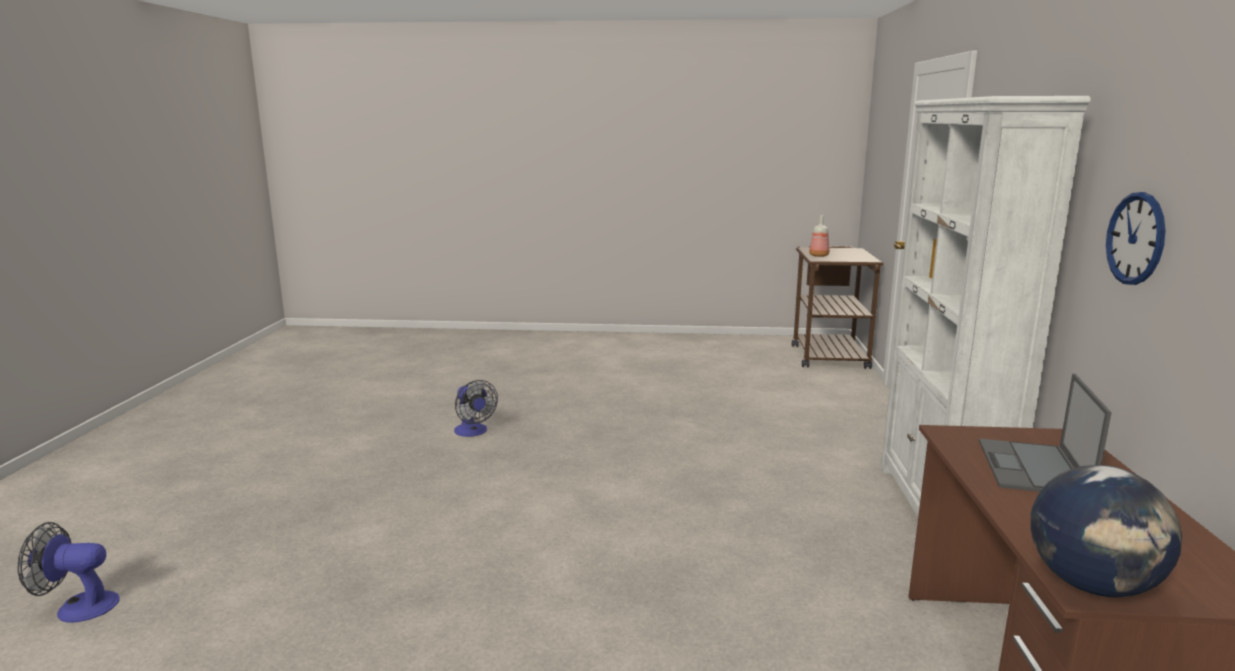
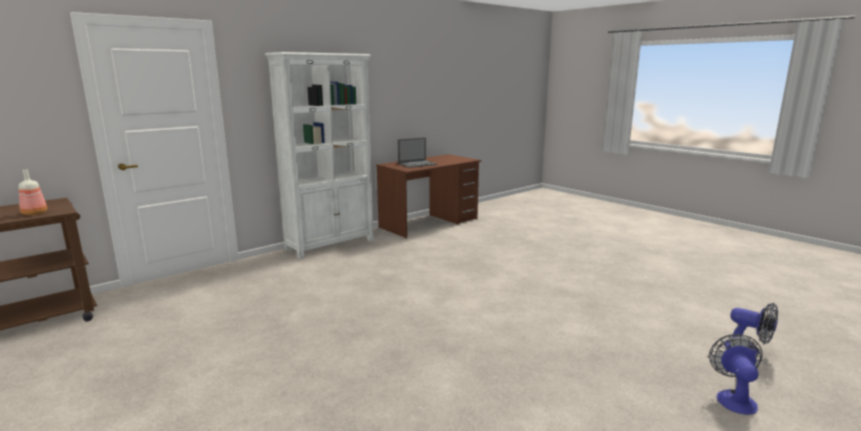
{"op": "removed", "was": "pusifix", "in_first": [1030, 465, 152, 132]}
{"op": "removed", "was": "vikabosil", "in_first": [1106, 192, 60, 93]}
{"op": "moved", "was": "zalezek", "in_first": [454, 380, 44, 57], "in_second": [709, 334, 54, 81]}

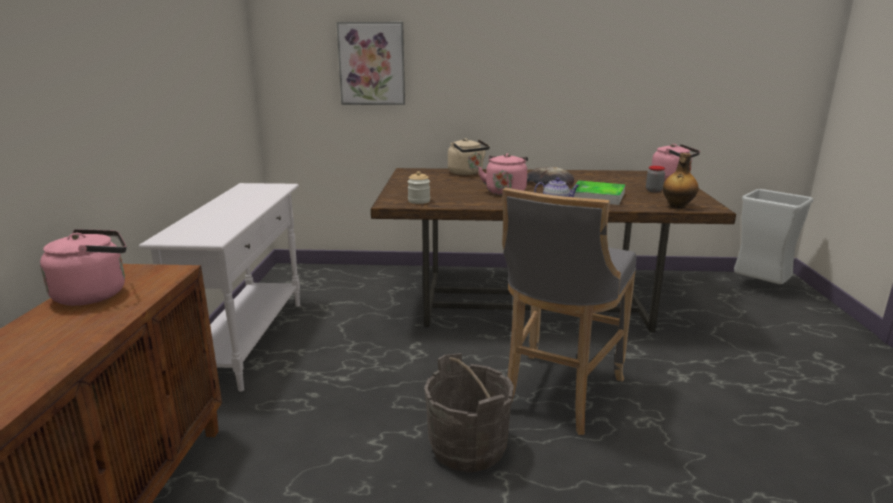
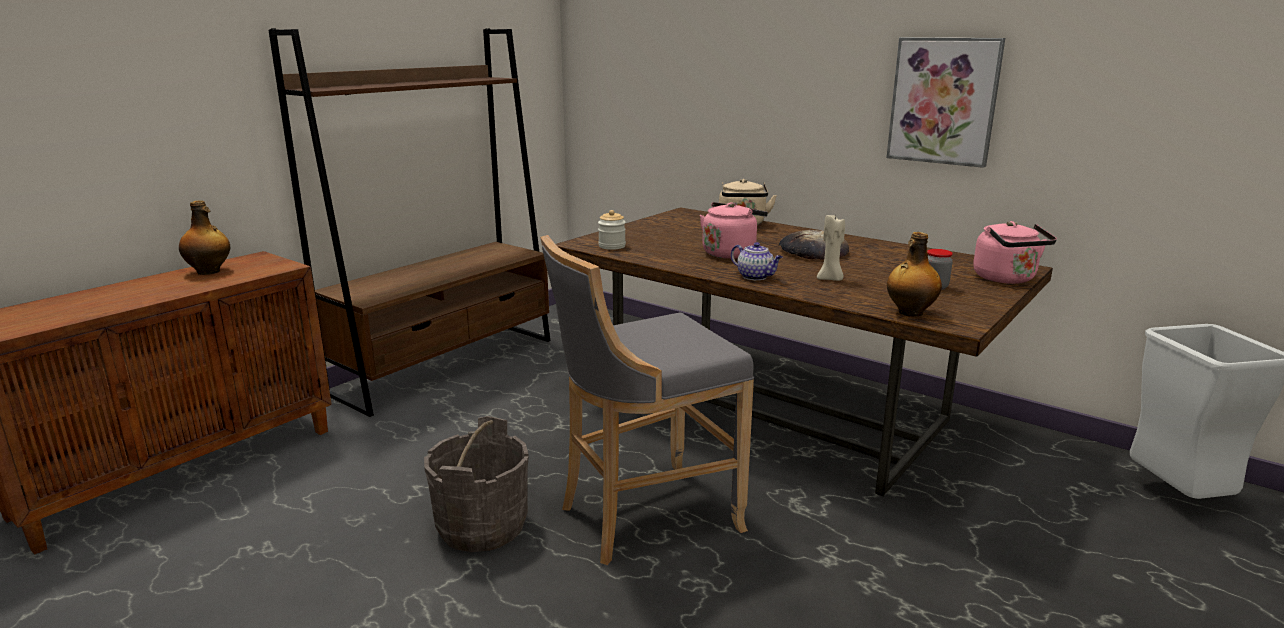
{"op": "moved", "was": "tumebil", "in_first": [336, 22, 69, 83], "in_second": [886, 37, 119, 131]}
{"op": "replaced", "was": "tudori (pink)", "now": "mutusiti", "in_first": [40, 229, 86, 77], "in_second": [179, 200, 51, 75]}
{"op": "replaced", "was": "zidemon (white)", "now": "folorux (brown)", "in_first": [139, 183, 161, 209], "in_second": [268, 29, 282, 388]}
{"op": "replaced", "was": "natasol", "now": "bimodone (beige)", "in_first": [572, 181, 53, 24], "in_second": [817, 215, 28, 66]}

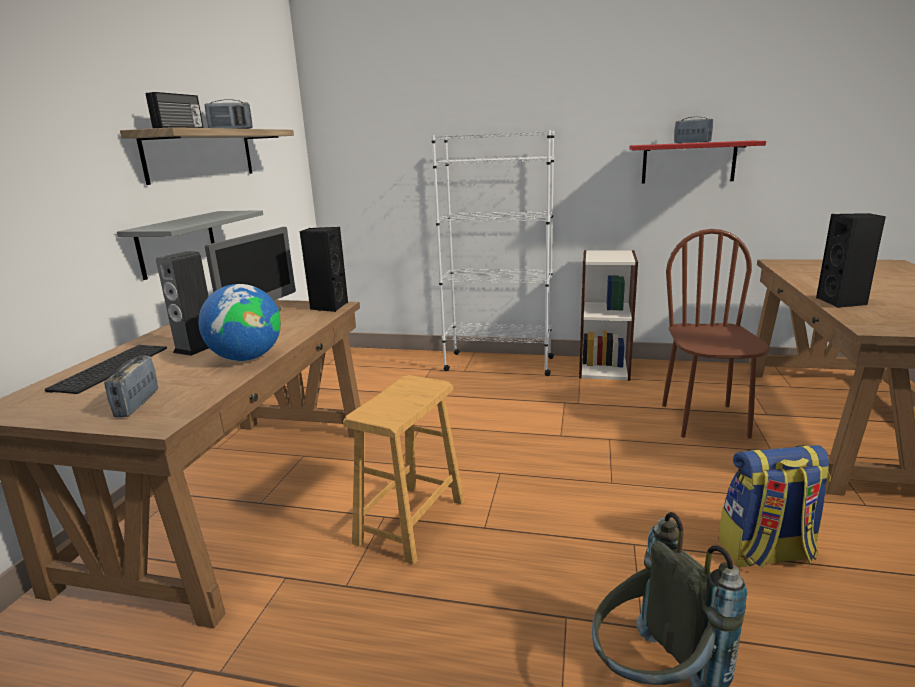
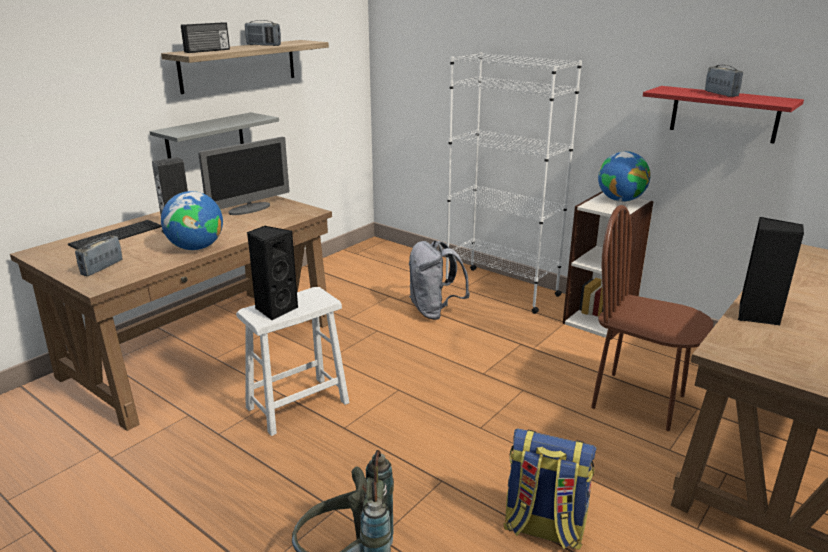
{"op": "added", "now": "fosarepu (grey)", "in_second": [409, 241, 61, 79]}
{"op": "added", "now": "pusifix", "in_second": [598, 151, 52, 51]}
{"op": "moved", "was": "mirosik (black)", "in_first": [300, 227, 48, 85], "in_second": [247, 225, 51, 96]}
{"op": "recoloured", "was": "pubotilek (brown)", "now": "pubotilek (white)", "in_first": [343, 375, 122, 190], "in_second": [236, 287, 113, 149]}
{"op": "turned", "was": "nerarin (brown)", "in_first": [662, 229, 107, 209], "in_second": [591, 205, 123, 226], "clockwise": -90}

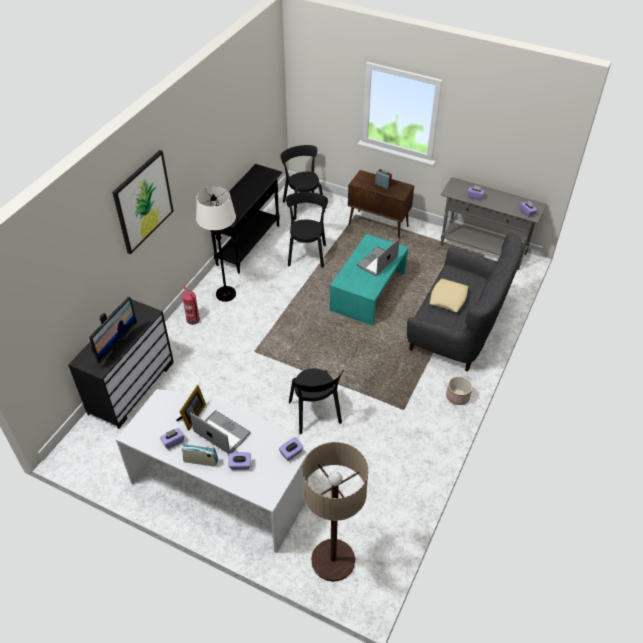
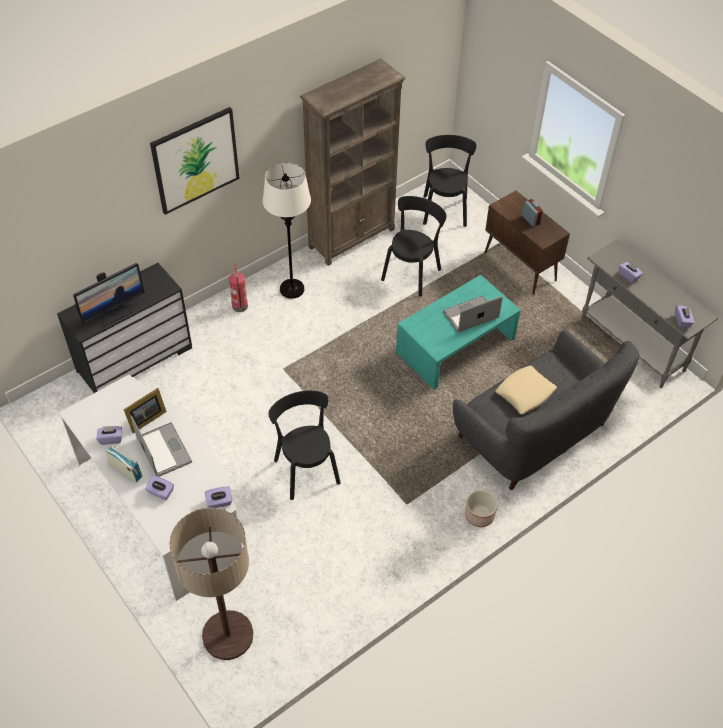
{"op": "replaced", "was": "zidemon (black)", "now": "folorux (brown)", "in_first": [211, 164, 71, 110], "in_second": [300, 58, 106, 208]}
{"op": "turned", "was": "nerarin (black)", "in_first": [289, 368, 55, 66], "in_second": [268, 391, 73, 109], "clockwise": 150}

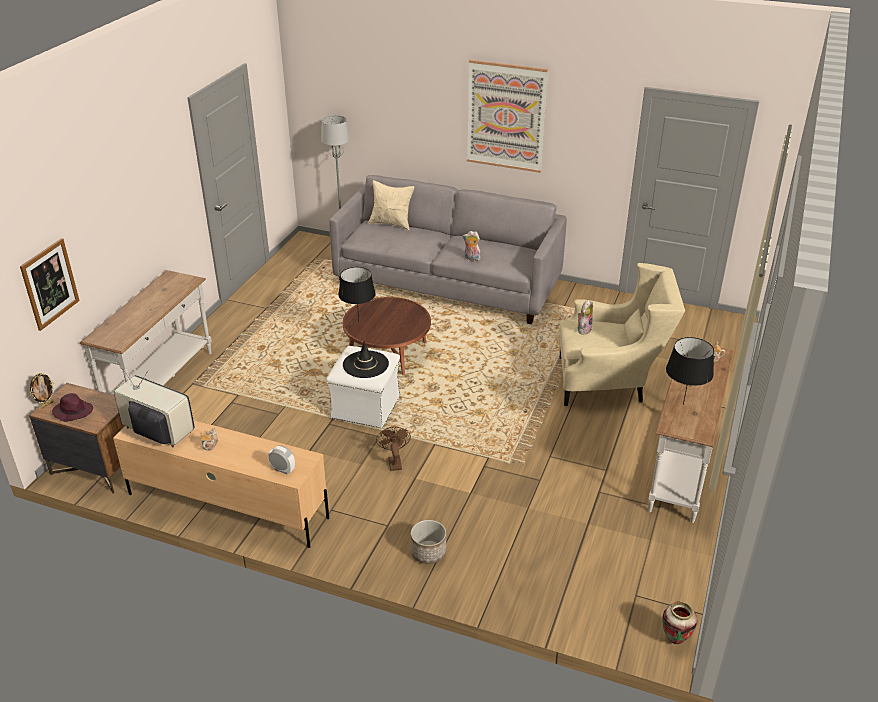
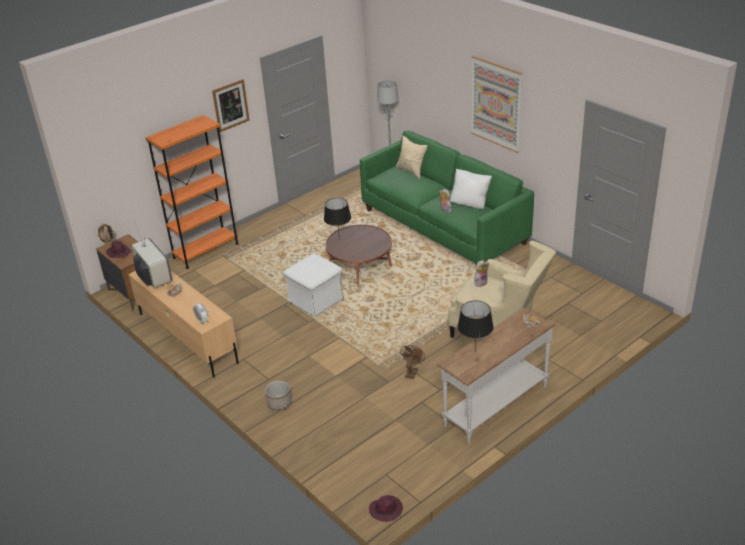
{"op": "removed", "was": "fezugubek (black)", "in_first": [343, 341, 46, 37]}
{"op": "added", "now": "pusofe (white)", "in_second": [450, 169, 42, 40]}
{"op": "moved", "was": "tumebil", "in_first": [20, 238, 60, 93], "in_second": [212, 79, 38, 53]}
{"op": "moved", "was": "zalezek (brown)", "in_first": [376, 426, 35, 45], "in_second": [400, 345, 25, 34]}
{"op": "replaced", "was": "zidemon (white)", "now": "folorux (orange)", "in_first": [80, 270, 132, 125], "in_second": [145, 115, 94, 154]}
{"op": "replaced", "was": "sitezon", "now": "fezugubek (purple)", "in_first": [662, 601, 36, 43], "in_second": [369, 495, 34, 27]}
{"op": "recoloured", "was": "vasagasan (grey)", "now": "vasagasan (green)", "in_first": [329, 175, 238, 149], "in_second": [360, 131, 174, 140]}

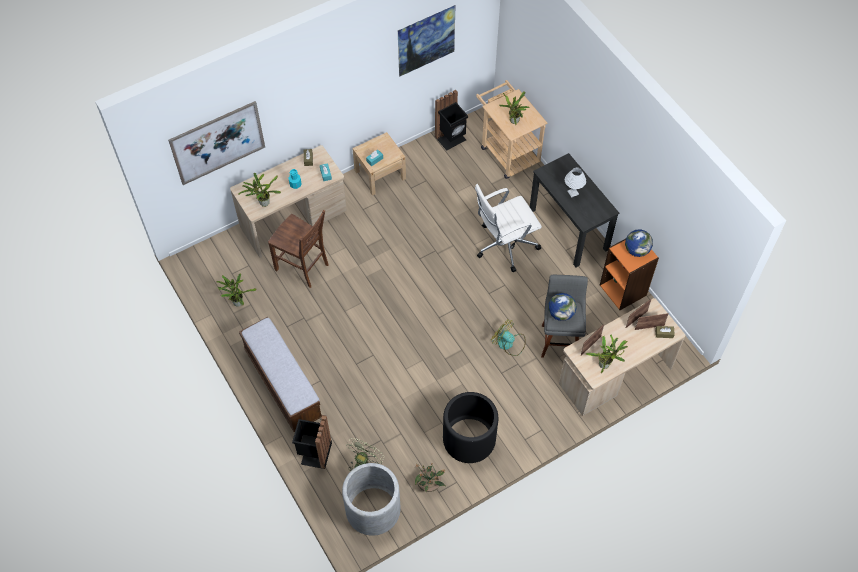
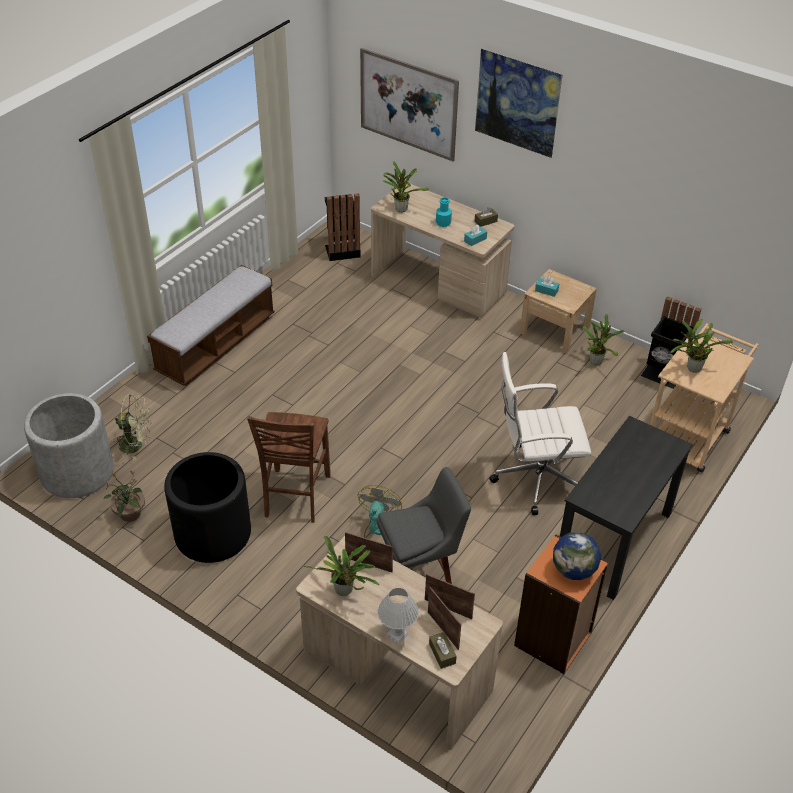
{"op": "removed", "was": "pusifix", "in_first": [548, 293, 29, 28]}
{"op": "moved", "was": "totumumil", "in_first": [217, 273, 39, 34], "in_second": [583, 314, 41, 51]}
{"op": "moved", "was": "nerarin (brown)", "in_first": [268, 210, 61, 78], "in_second": [247, 412, 84, 111]}
{"op": "moved", "was": "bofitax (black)", "in_first": [292, 415, 40, 54], "in_second": [325, 193, 35, 68]}
{"op": "moved", "was": "tumebil", "in_first": [398, 5, 57, 72], "in_second": [475, 49, 87, 109]}
{"op": "moved", "was": "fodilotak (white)", "in_first": [565, 168, 21, 30], "in_second": [377, 588, 42, 57]}
{"op": "turned", "was": "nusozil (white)", "in_first": [475, 184, 67, 88], "in_second": [489, 352, 103, 163], "clockwise": -45}

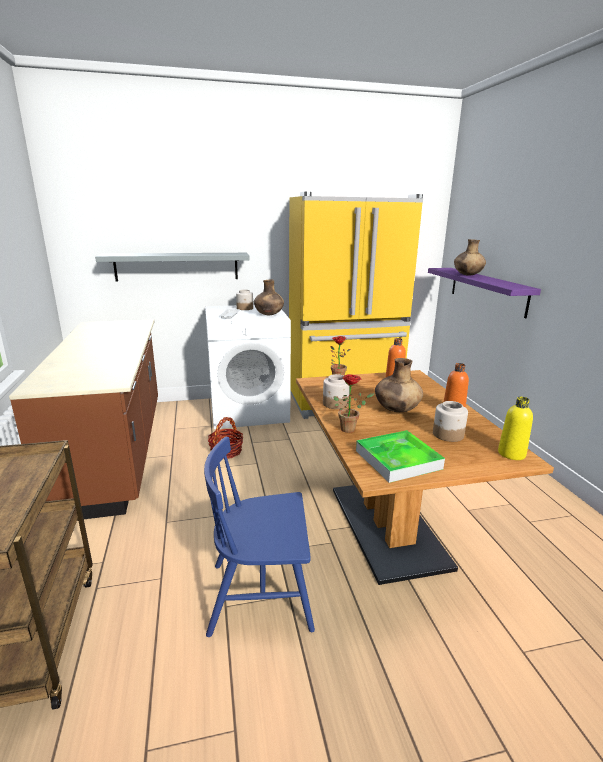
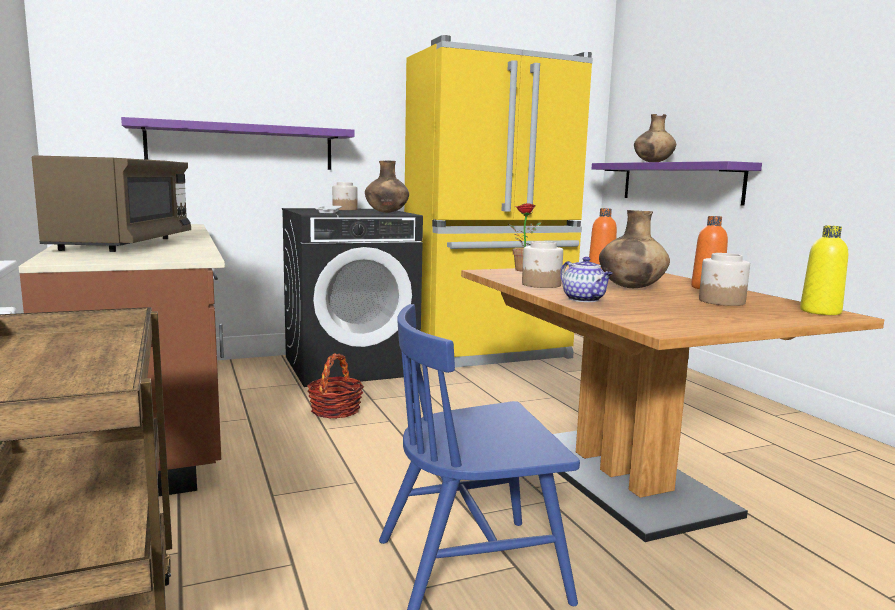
{"op": "removed", "was": "natasol", "in_first": [356, 430, 89, 53]}
{"op": "added", "now": "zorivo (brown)", "in_second": [32, 155, 159, 97]}
{"op": "replaced", "was": "totumumil", "now": "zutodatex", "in_first": [334, 374, 41, 59], "in_second": [560, 257, 53, 45]}
{"op": "recoloured", "was": "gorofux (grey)", "now": "gorofux (purple)", "in_first": [95, 253, 155, 28], "in_second": [121, 117, 234, 53]}
{"op": "recoloured", "was": "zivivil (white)", "now": "zivivil (black)", "in_first": [205, 305, 86, 124], "in_second": [282, 208, 141, 179]}

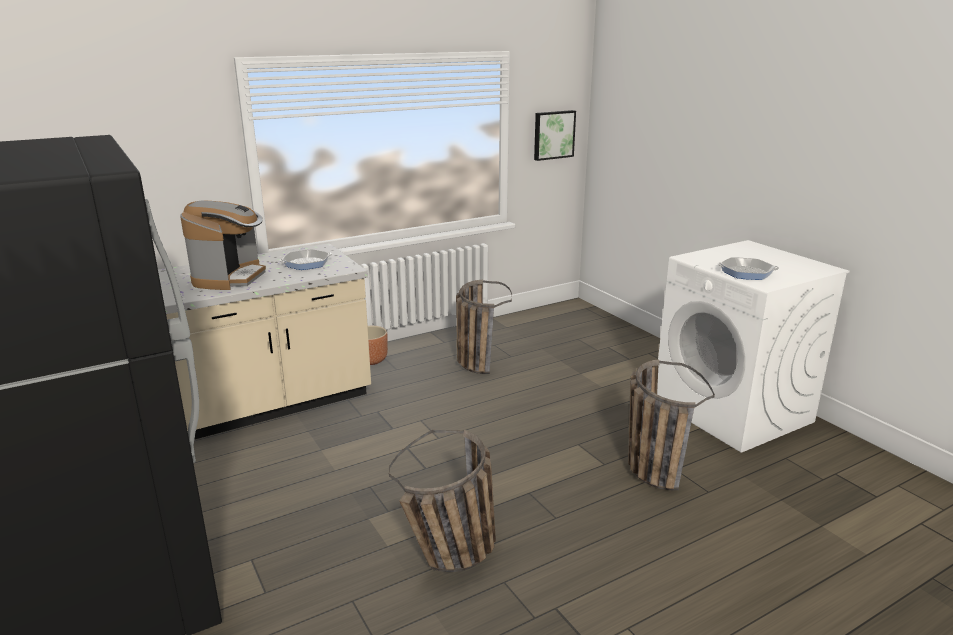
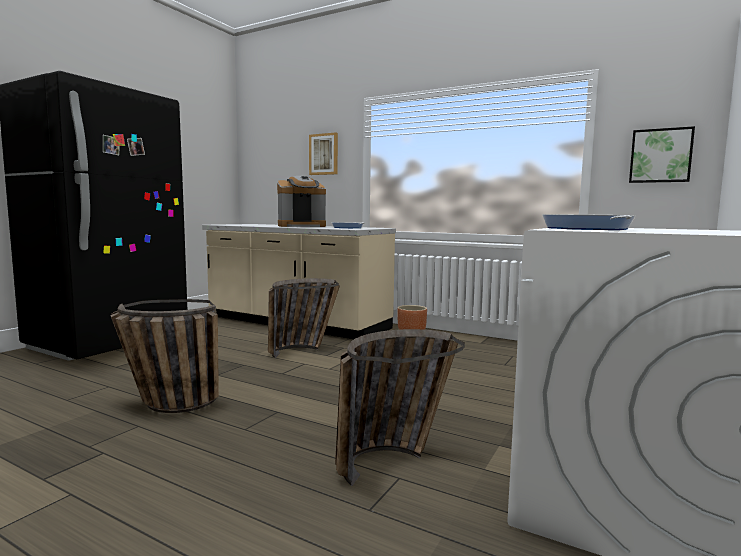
{"op": "added", "now": "tumebil", "in_second": [309, 132, 29, 43]}
{"op": "moved", "was": "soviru", "in_first": [456, 280, 56, 94], "in_second": [268, 278, 72, 80]}

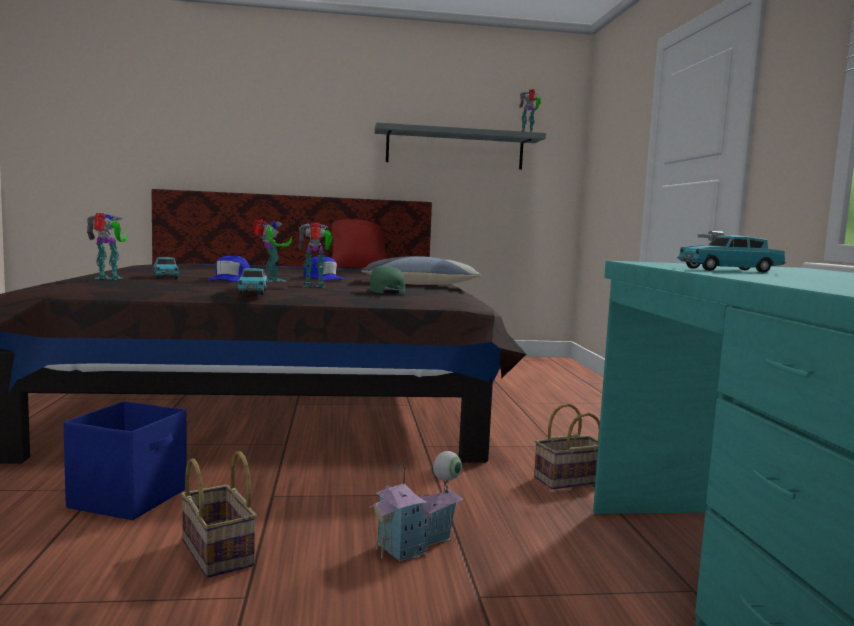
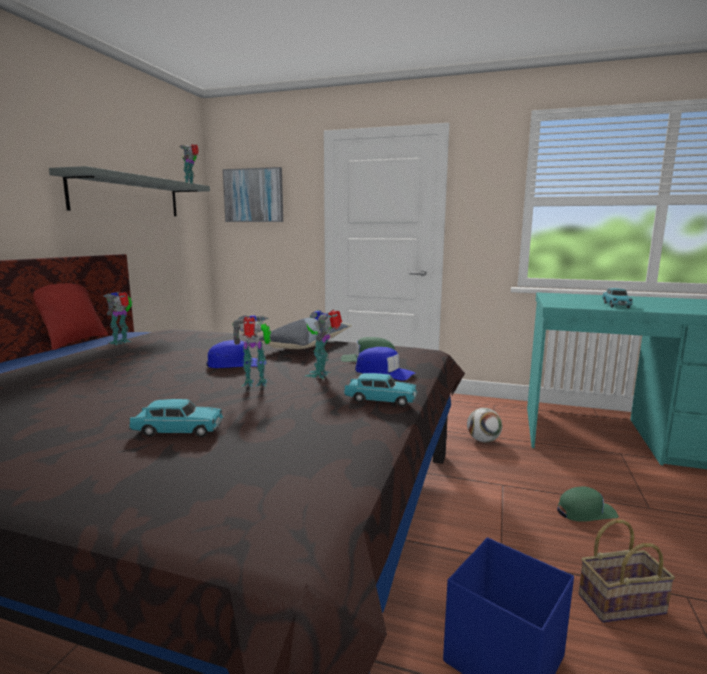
{"op": "added", "now": "tumebil", "in_second": [223, 167, 60, 55]}
{"op": "moved", "was": "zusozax", "in_first": [86, 213, 41, 67], "in_second": [103, 292, 29, 53]}
{"op": "moved", "was": "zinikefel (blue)", "in_first": [208, 256, 42, 26], "in_second": [355, 347, 60, 34]}
{"op": "replaced", "was": "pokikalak", "now": "zinikefel (green)", "in_first": [369, 451, 94, 110], "in_second": [557, 486, 62, 36]}
{"op": "replaced", "was": "soviru", "now": "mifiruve", "in_first": [534, 403, 66, 87], "in_second": [467, 408, 35, 34]}

